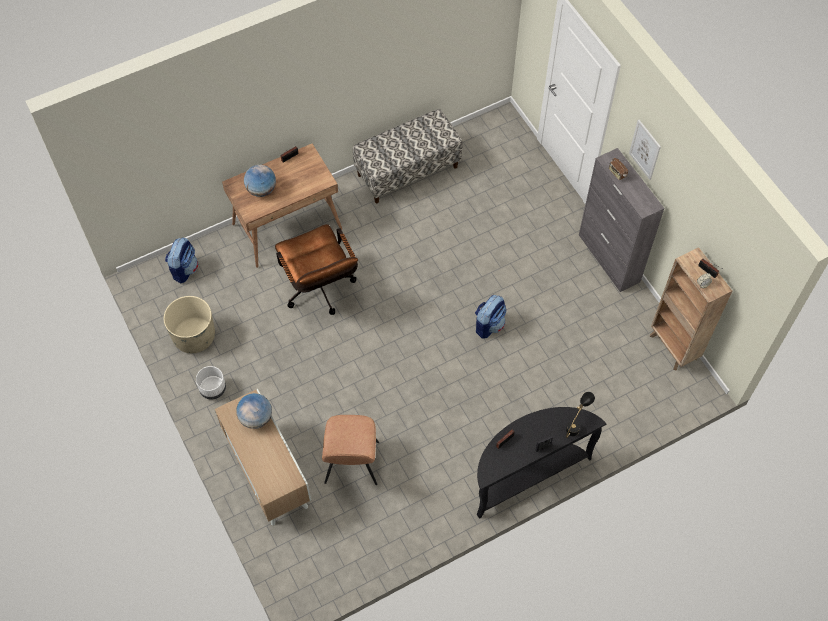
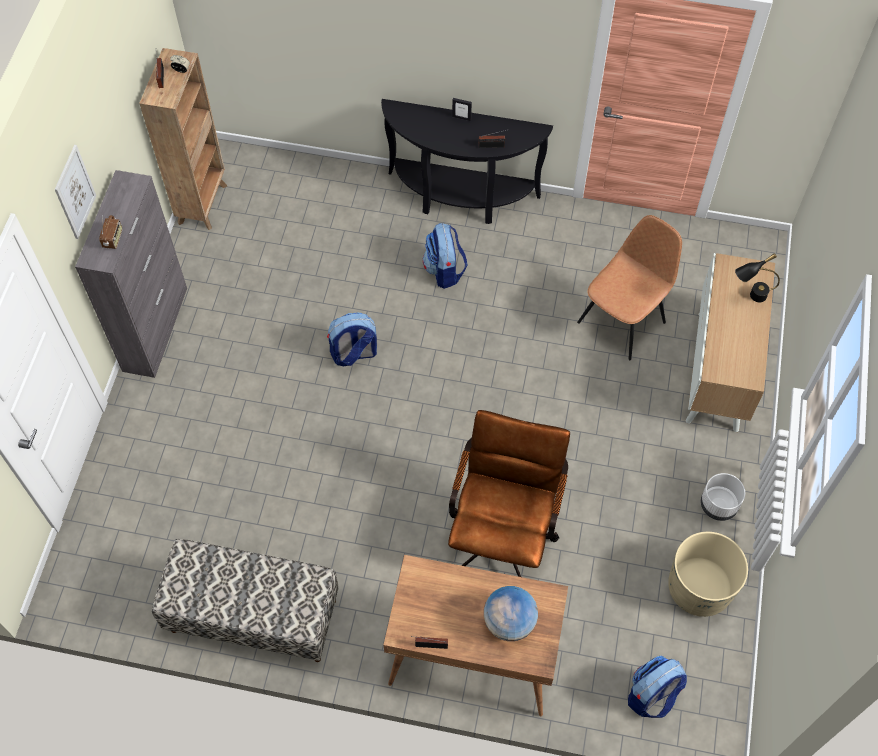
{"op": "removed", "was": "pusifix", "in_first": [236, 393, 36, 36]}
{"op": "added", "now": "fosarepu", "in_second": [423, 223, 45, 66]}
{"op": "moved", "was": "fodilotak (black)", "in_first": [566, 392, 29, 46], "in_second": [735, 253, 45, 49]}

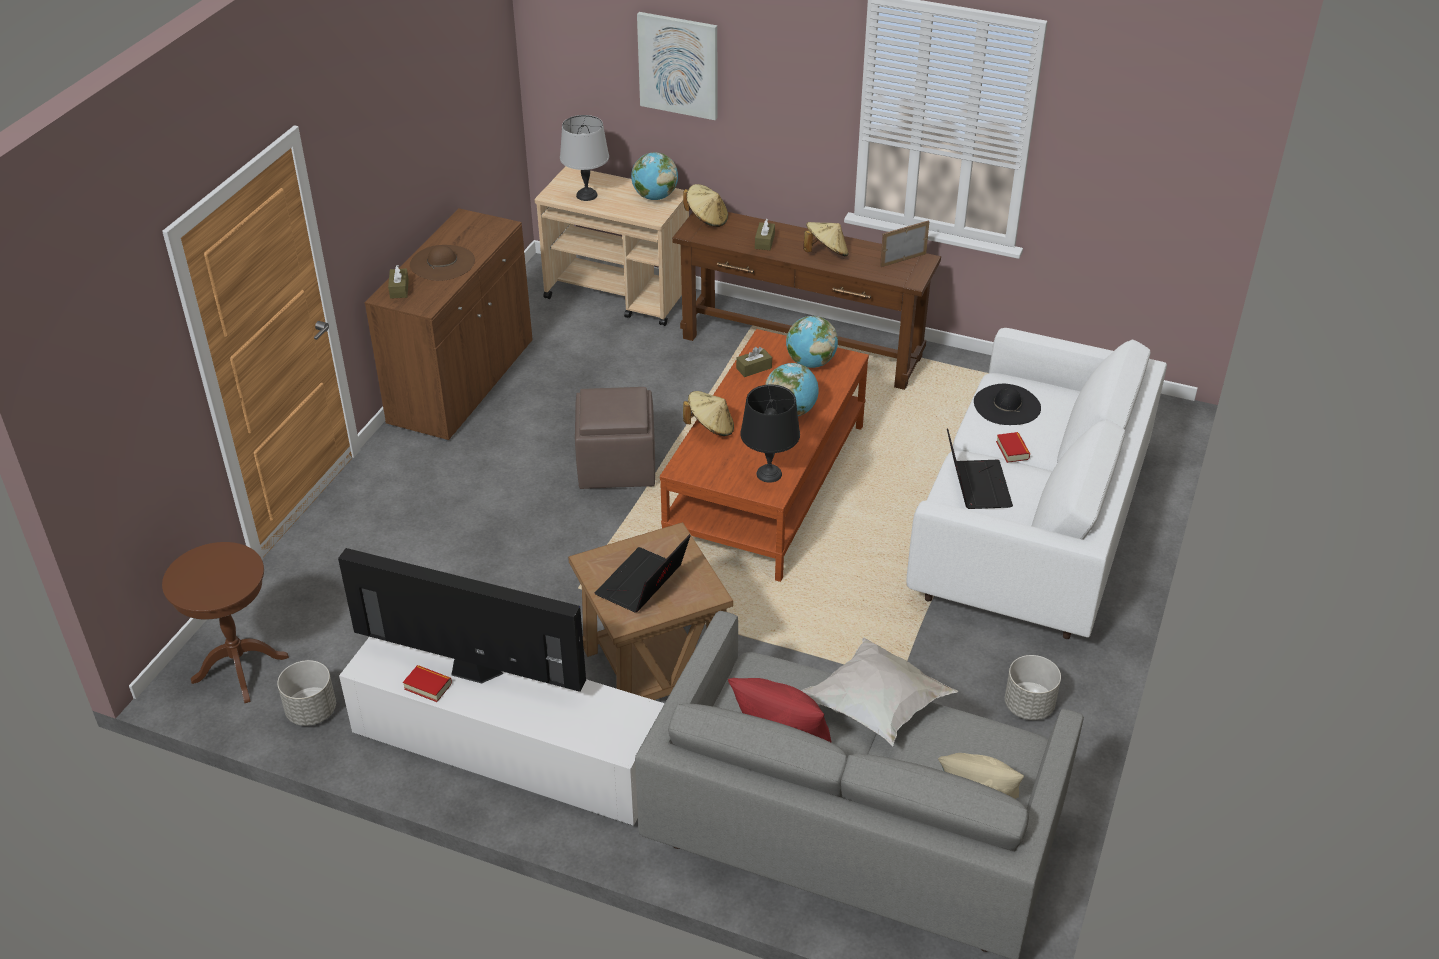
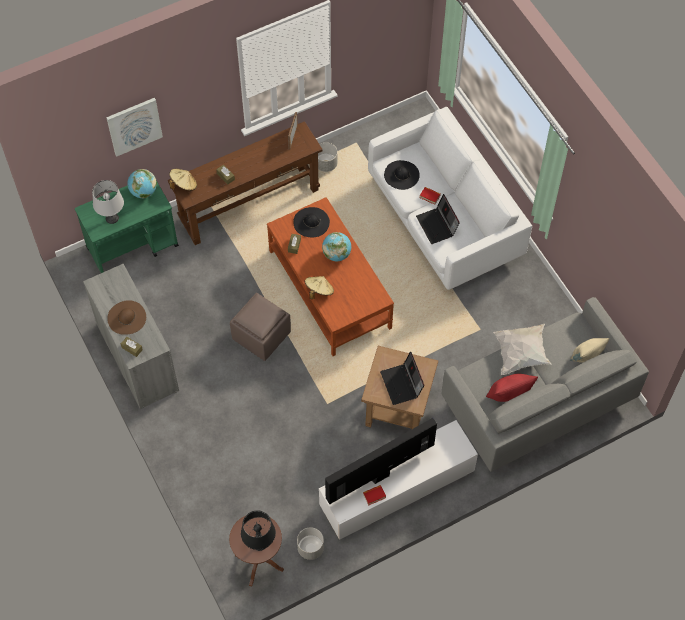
{"op": "removed", "was": "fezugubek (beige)", "in_first": [803, 222, 46, 35]}
{"op": "moved", "was": "fodilotak (black)", "in_first": [740, 384, 60, 99], "in_second": [241, 510, 35, 41]}
{"op": "moved", "was": "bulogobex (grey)", "in_first": [1005, 655, 56, 65], "in_second": [318, 143, 20, 29]}
{"op": "replaced", "was": "pusifix", "now": "fezugubek (black)", "in_first": [786, 316, 52, 52], "in_second": [293, 207, 37, 30]}
{"op": "recoloured", "was": "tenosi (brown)", "now": "tenosi (grey)", "in_first": [364, 208, 169, 233], "in_second": [83, 264, 96, 145]}
{"op": "recoloured", "was": "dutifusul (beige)", "now": "dutifusul (green)", "in_first": [534, 166, 155, 160], "in_second": [75, 180, 104, 93]}
{"op": "turned", "was": "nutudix", "in_first": [947, 429, 66, 80], "in_second": [416, 194, 44, 50], "clockwise": -150}

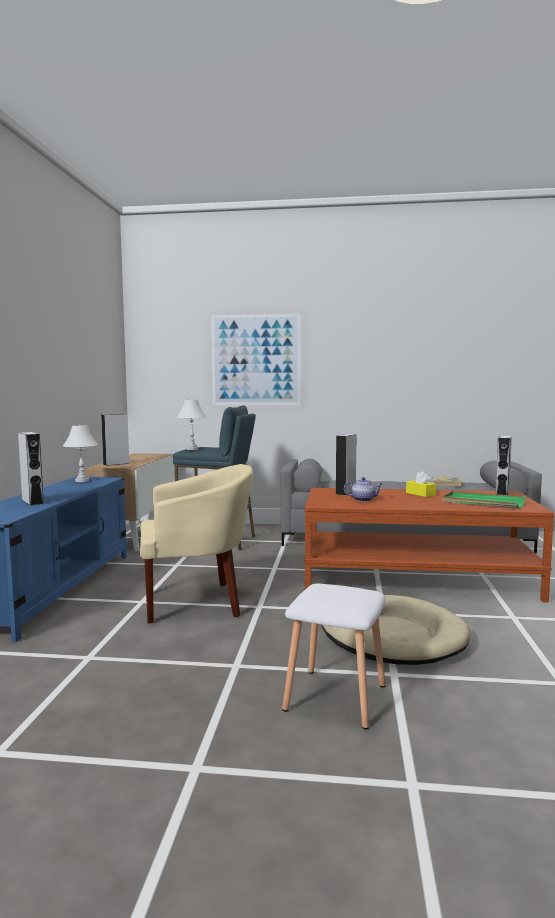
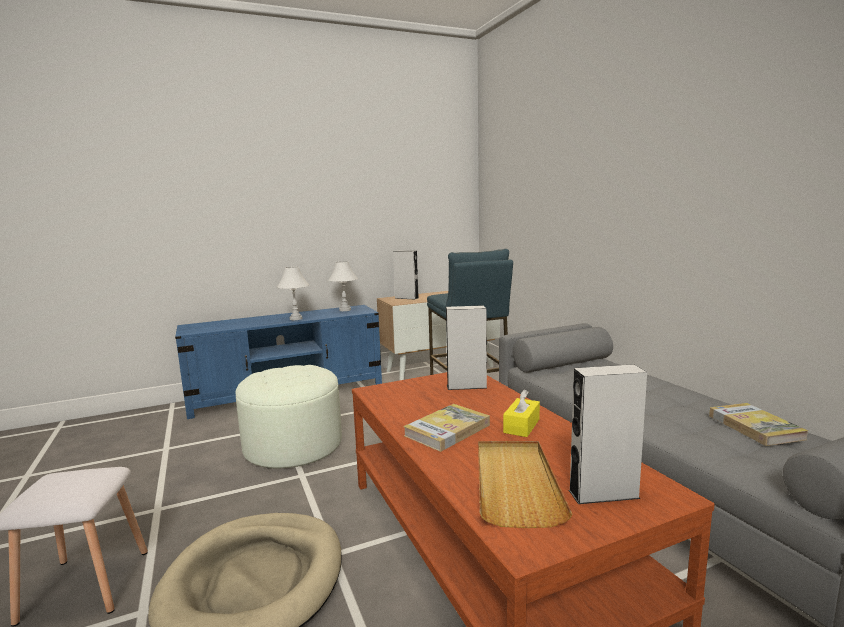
{"op": "removed", "was": "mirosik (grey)", "in_first": [18, 432, 26, 74]}
{"op": "removed", "was": "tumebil", "in_first": [211, 314, 90, 91]}
{"op": "removed", "was": "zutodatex", "in_first": [344, 477, 39, 24]}
{"op": "added", "now": "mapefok", "in_second": [403, 404, 87, 48]}
{"op": "moved", "was": "fodilotak (white)", "in_first": [176, 399, 31, 51], "in_second": [277, 267, 32, 53]}
{"op": "replaced", "was": "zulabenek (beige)", "now": "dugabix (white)", "in_first": [140, 464, 113, 159], "in_second": [236, 365, 106, 103]}
{"op": "recoloured", "was": "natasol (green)", "now": "natasol (beige)", "in_first": [443, 491, 83, 18], "in_second": [478, 441, 95, 87]}

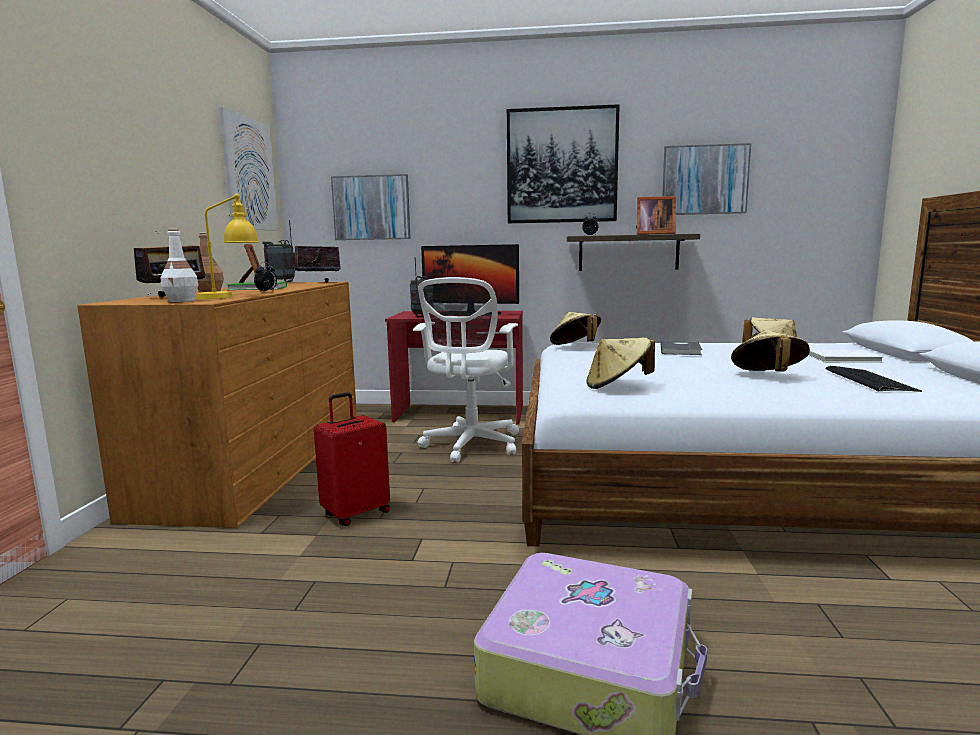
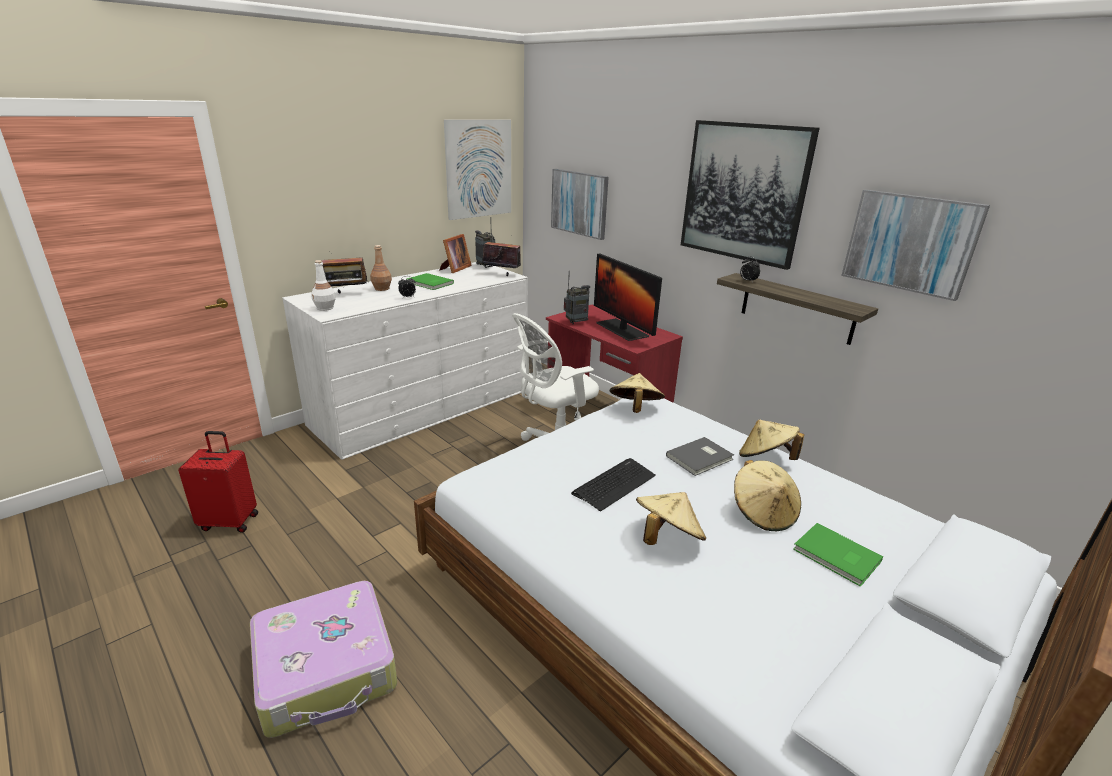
{"op": "removed", "was": "fodilotak (yellow)", "in_first": [196, 194, 63, 105]}
{"op": "removed", "was": "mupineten", "in_first": [636, 196, 40, 39]}
{"op": "moved", "was": "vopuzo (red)", "in_first": [314, 392, 76, 134], "in_second": [178, 431, 80, 102]}
{"op": "moved", "was": "fezugubek (beige)", "in_first": [586, 338, 69, 51], "in_second": [739, 419, 65, 41]}
{"op": "moved", "was": "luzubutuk", "in_first": [825, 366, 97, 26], "in_second": [571, 458, 85, 54]}
{"op": "recoloured", "was": "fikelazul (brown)", "now": "fikelazul (white)", "in_first": [77, 282, 280, 246], "in_second": [282, 262, 246, 198]}
{"op": "recoloured", "was": "mapefok (white)", "now": "mapefok (green)", "in_first": [808, 350, 75, 13], "in_second": [793, 523, 90, 64]}

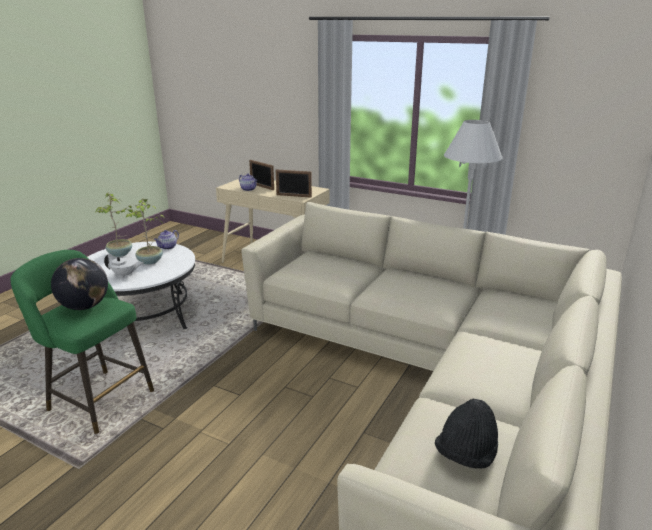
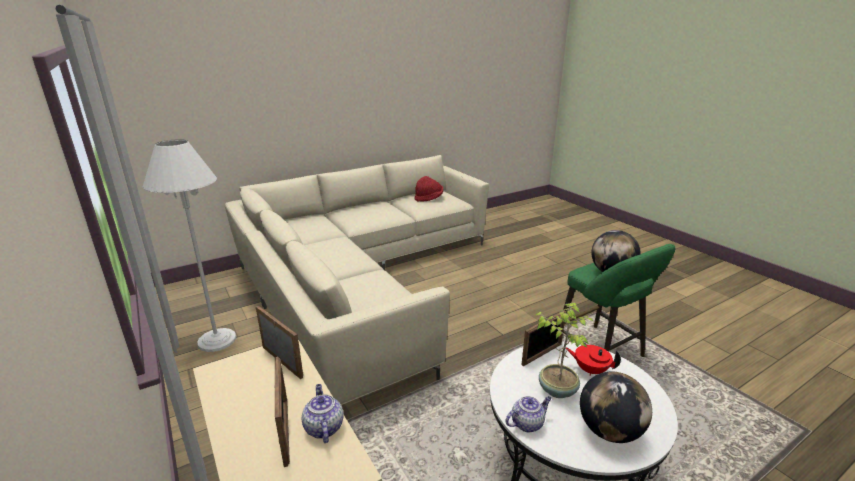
{"op": "added", "now": "mupineten", "in_second": [522, 310, 44, 56]}
{"op": "replaced", "was": "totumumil", "now": "pusifix", "in_first": [95, 193, 40, 64], "in_second": [580, 372, 72, 71]}
{"op": "recoloured", "was": "zutodatex (white)", "now": "zutodatex (red)", "in_first": [104, 255, 40, 23], "in_second": [565, 345, 56, 31]}
{"op": "recoloured", "was": "fezugubek (black)", "now": "fezugubek (red)", "in_first": [435, 399, 63, 70], "in_second": [414, 176, 29, 26]}

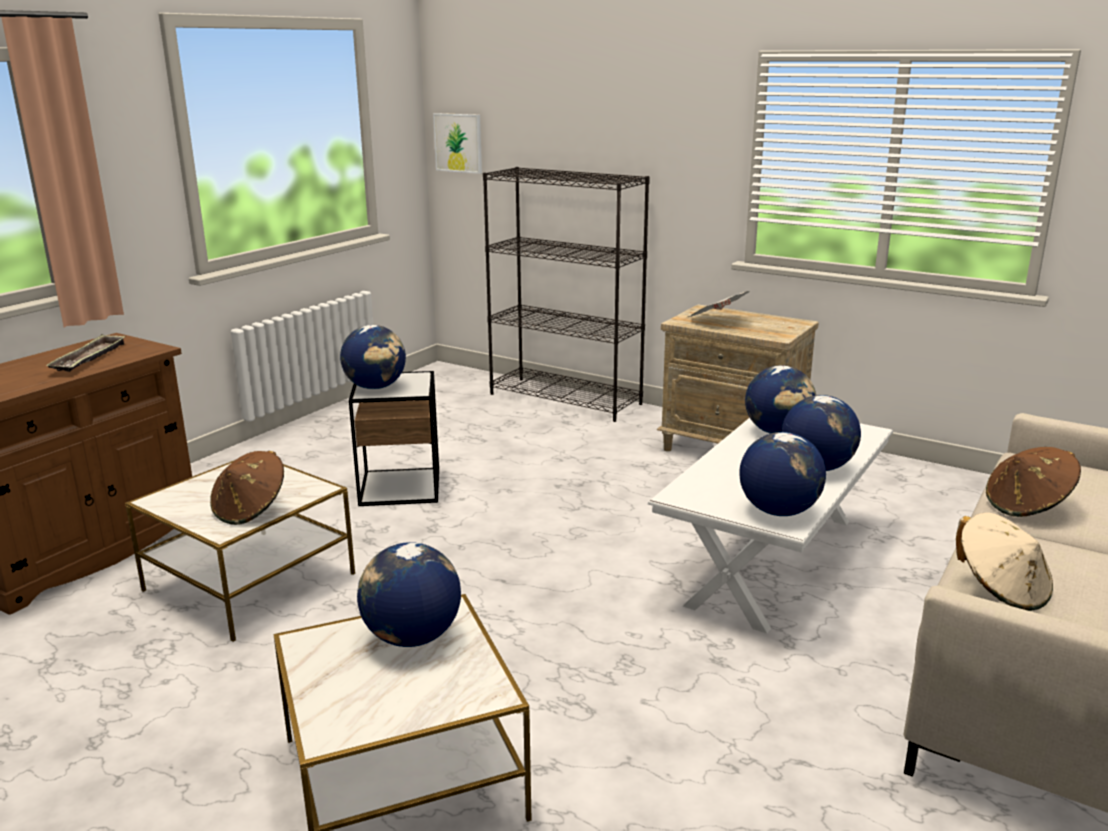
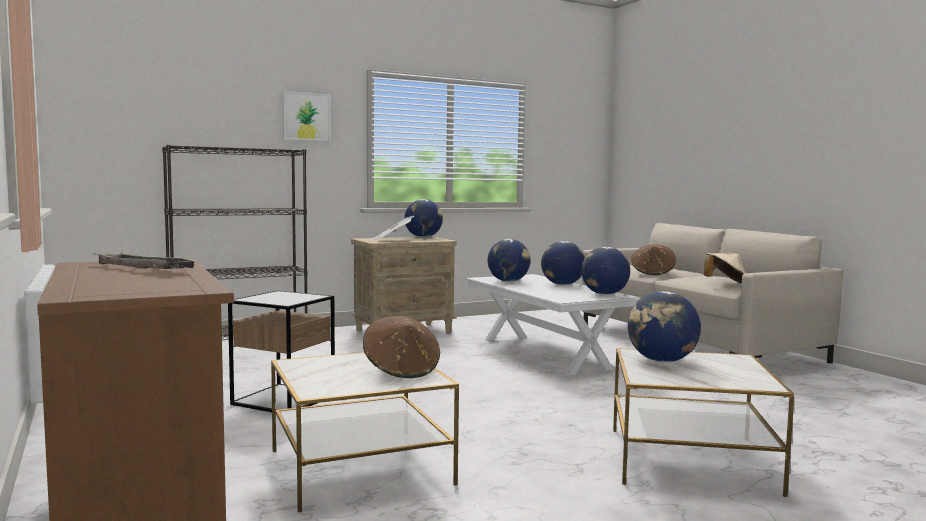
{"op": "moved", "was": "pusifix", "in_first": [340, 325, 66, 64], "in_second": [404, 199, 39, 39]}
{"op": "moved", "was": "tumebil", "in_first": [433, 113, 49, 61], "in_second": [283, 91, 48, 50]}

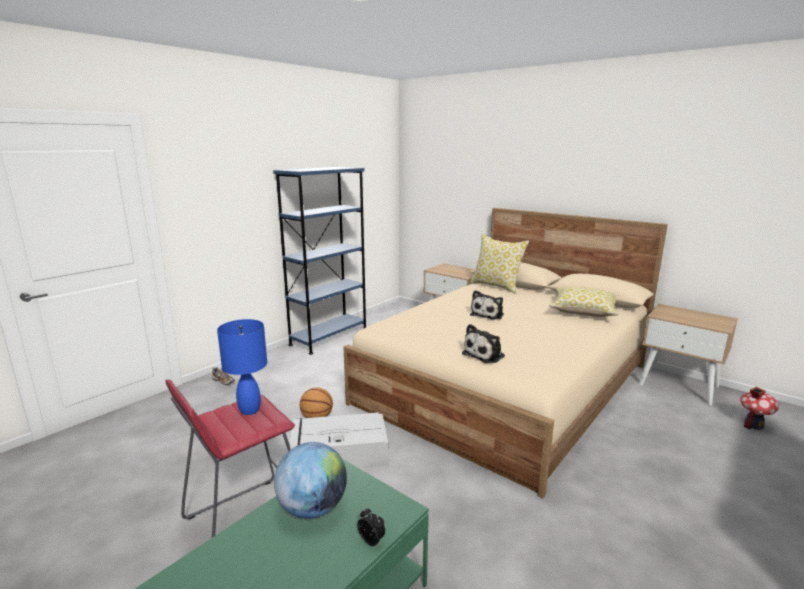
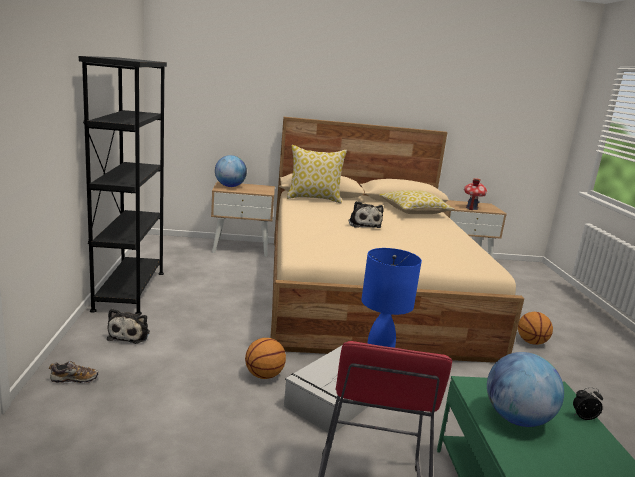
{"op": "added", "now": "pusifix", "in_second": [215, 155, 32, 32]}
{"op": "added", "now": "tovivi", "in_second": [518, 312, 35, 33]}
{"op": "moved", "was": "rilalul", "in_first": [462, 324, 43, 39], "in_second": [107, 309, 43, 35]}
{"op": "moved", "was": "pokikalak", "in_first": [740, 387, 39, 43], "in_second": [464, 178, 23, 32]}
{"op": "recoloured", "was": "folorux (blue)", "now": "folorux (black)", "in_first": [273, 167, 93, 188], "in_second": [79, 56, 88, 259]}

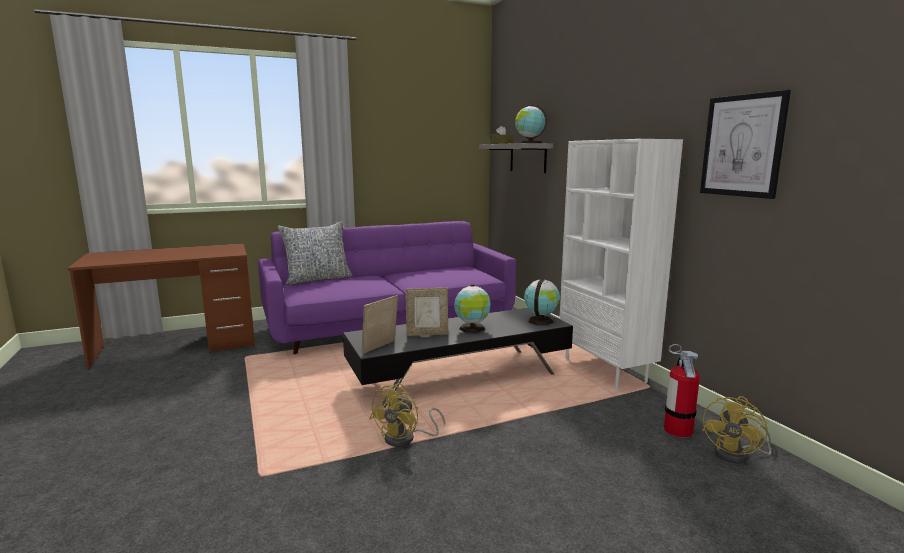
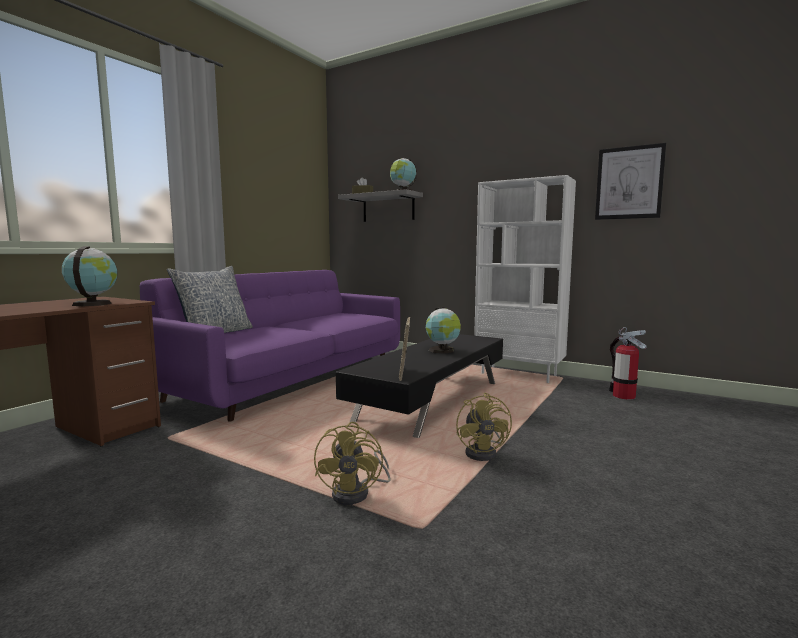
{"op": "removed", "was": "mupineten", "in_first": [405, 288, 43, 48]}
{"op": "moved", "was": "pusifix", "in_first": [524, 279, 36, 46], "in_second": [62, 246, 55, 60]}
{"op": "moved", "was": "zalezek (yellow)", "in_first": [702, 396, 70, 68], "in_second": [314, 422, 76, 83]}

